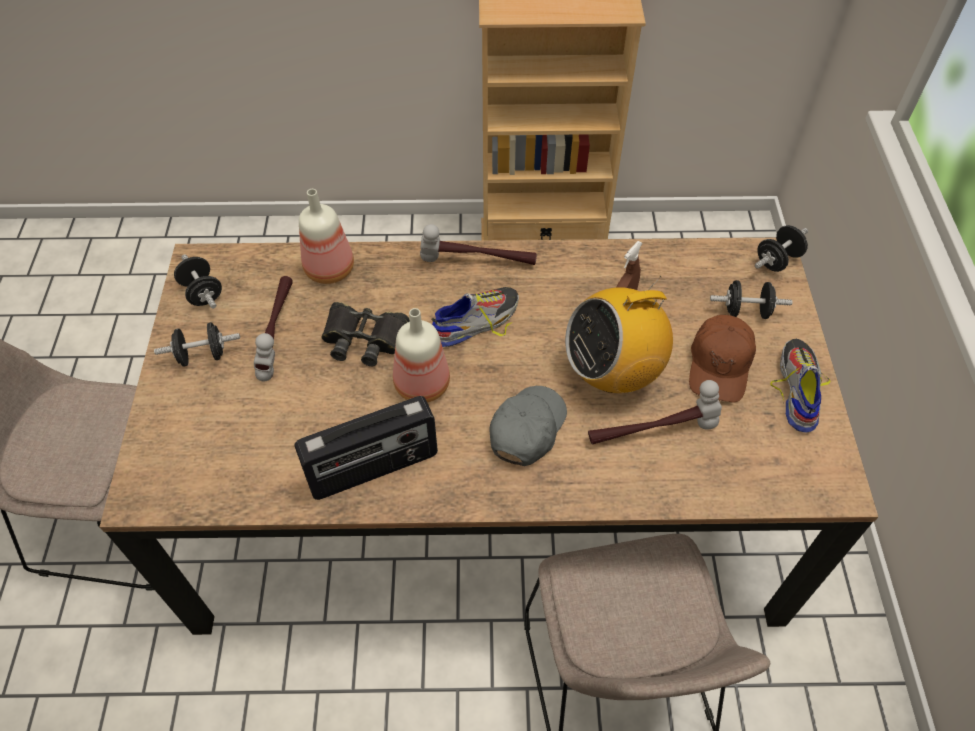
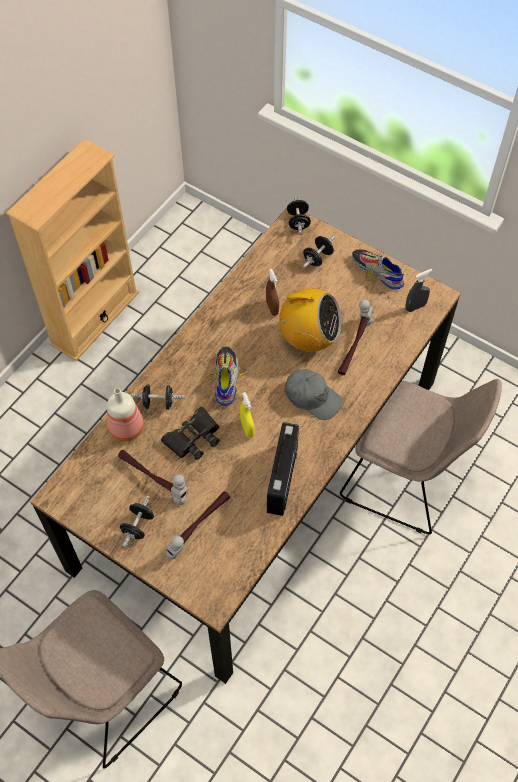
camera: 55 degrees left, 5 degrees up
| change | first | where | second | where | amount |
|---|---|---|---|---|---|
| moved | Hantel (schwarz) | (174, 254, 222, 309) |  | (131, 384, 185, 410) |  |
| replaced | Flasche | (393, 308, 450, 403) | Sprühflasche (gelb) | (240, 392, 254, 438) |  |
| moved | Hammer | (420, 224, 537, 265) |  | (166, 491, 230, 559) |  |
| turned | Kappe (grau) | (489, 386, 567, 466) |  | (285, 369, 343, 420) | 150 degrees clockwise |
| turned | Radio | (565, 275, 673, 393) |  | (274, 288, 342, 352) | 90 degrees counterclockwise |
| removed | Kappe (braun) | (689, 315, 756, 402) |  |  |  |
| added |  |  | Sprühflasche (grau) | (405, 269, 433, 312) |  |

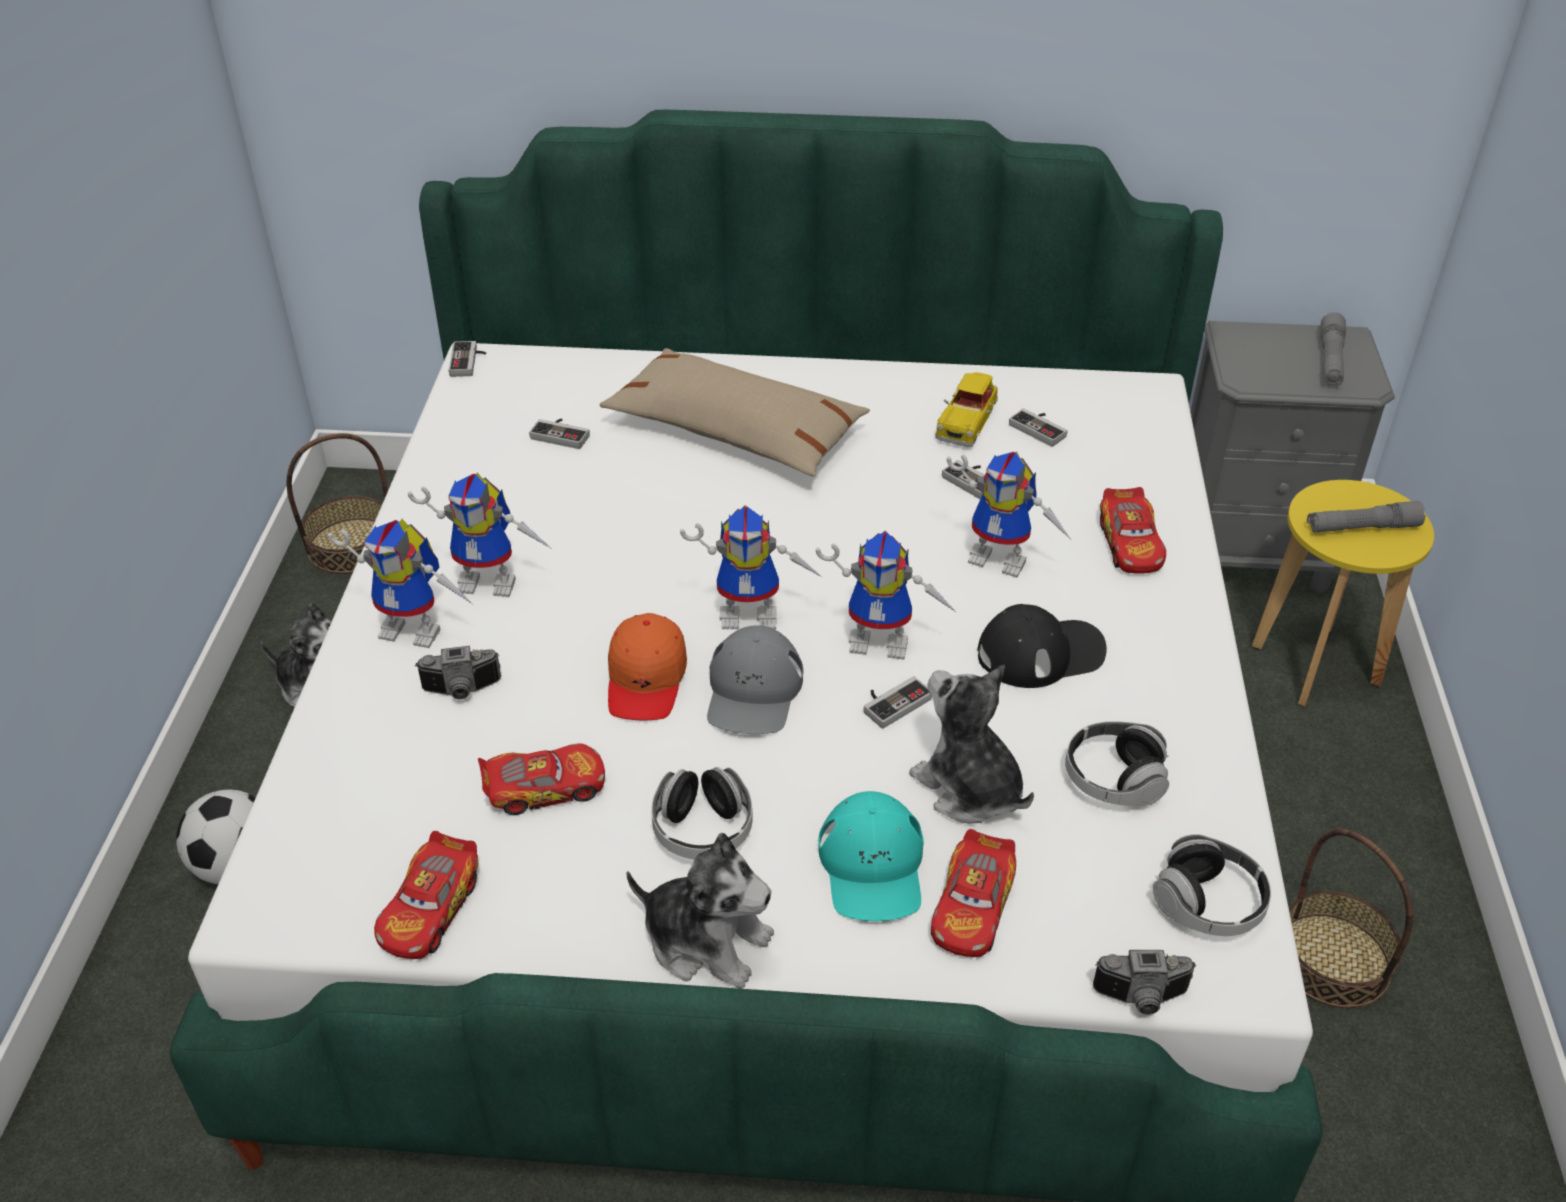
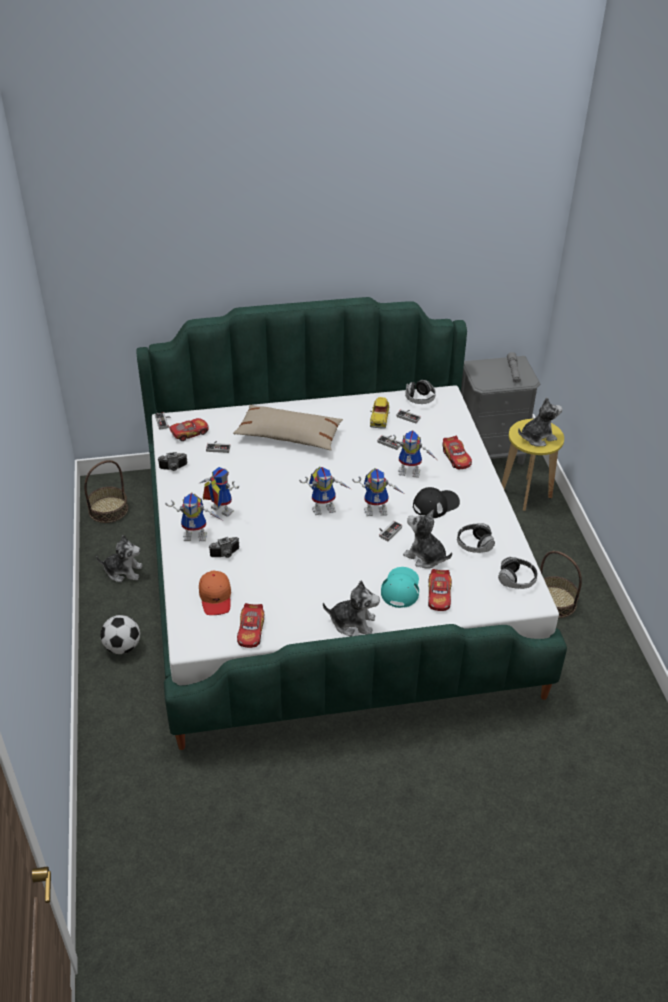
camera: 15 degrees left, 0 degrees up
| change | first | where | second | where | amount |
|---|---|---|---|---|---|
| turned | Spielzeugroboter | (408, 473, 552, 597) |  | (200, 467, 239, 517) | 135 degrees counterclockwise |
| moved | Spielzeugauto | (478, 743, 605, 815) |  | (168, 418, 209, 441) |  |
| moved | Kappe (orange) | (608, 613, 687, 720) |  | (199, 571, 231, 615) |  |
| moved | Kopfhörer | (651, 767, 753, 859) |  | (405, 380, 436, 404) |  |
| removed | Kappe (grau) | (707, 625, 803, 734) |  |  |  |
| turned | Kappe (türkis) | (818, 791, 924, 921) |  | (381, 567, 419, 608) | 150 degrees counterclockwise |
| moved | Kamera | (1093, 950, 1196, 1015) |  | (157, 452, 187, 471) |  |
| replaced | Taschenlampe (grau) | (1307, 501, 1425, 532) | Plüschtier | (518, 397, 562, 446) |  |

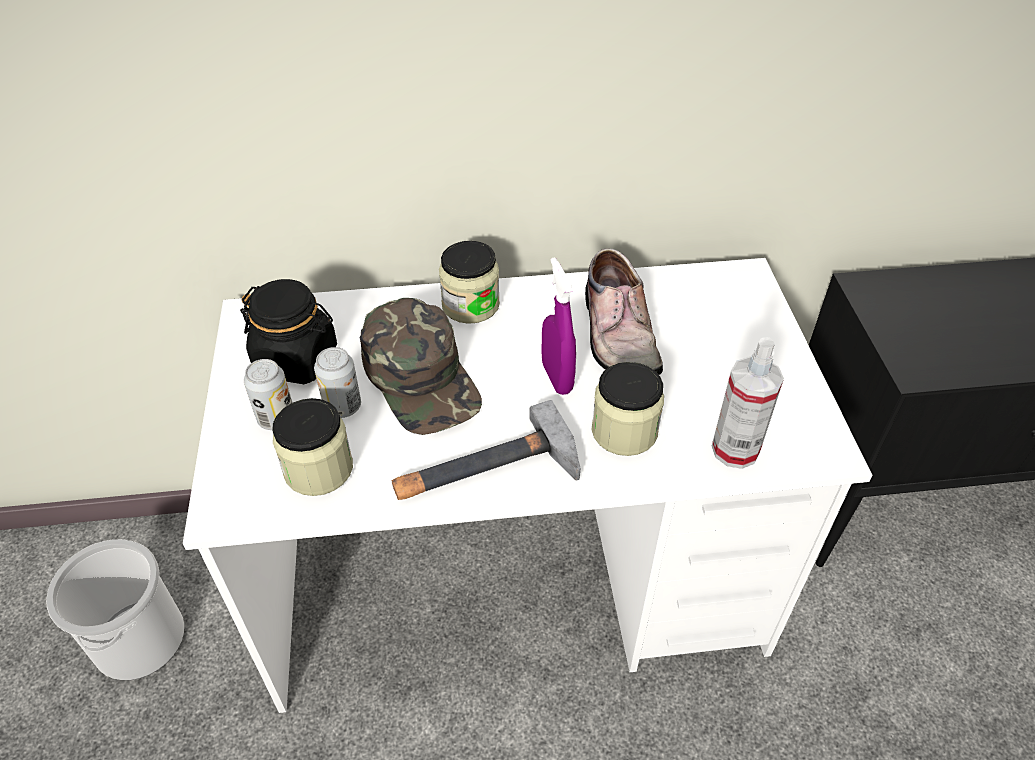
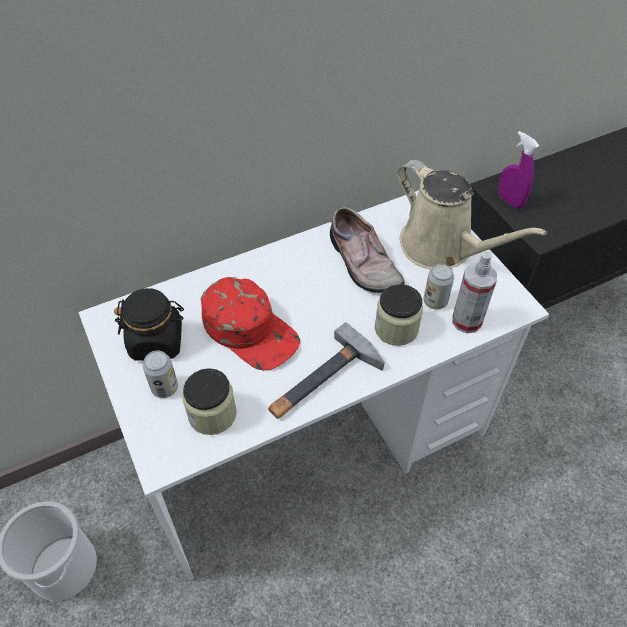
camera: 20 degrees left, 5 degrees up
| change | first | where | second | where | amount |
|---|---|---|---|---|---|
| moved | Dose | (314, 347, 361, 418) |  | (424, 264, 454, 310) |  |
| recoloured | Kappe (grün) | (360, 298, 482, 435) | Kappe (rot) | (201, 277, 300, 370) |  |
| removed | Vorratsglas | (439, 241, 500, 324) |  |  |  |
| moved | Sprühflasche (lila) | (541, 257, 576, 395) |  | (498, 131, 539, 209) |  |
| added |  |  | Gießkanne (beige) | (397, 160, 547, 270) |  |

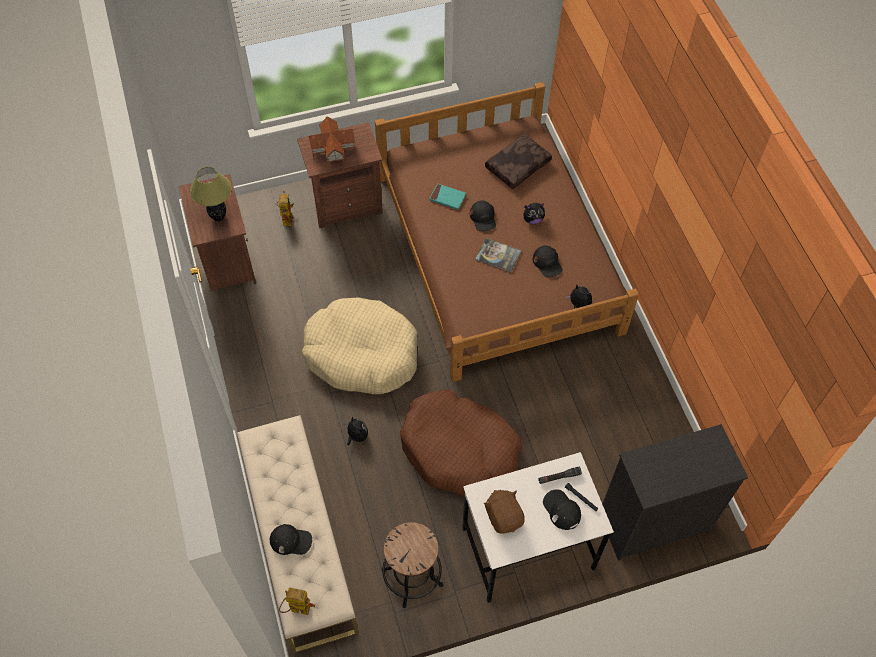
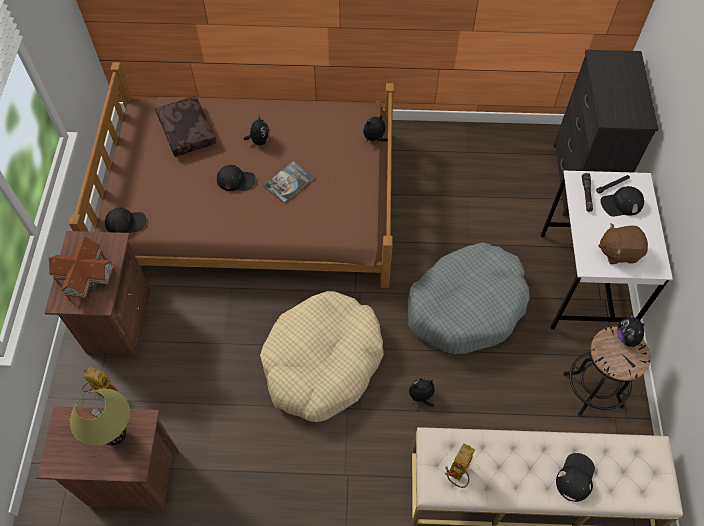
camera: 70 degrees left, 0 degrees up
| change | first | where | second | where | amount |
|---|---|---|---|---|---|
| moved | Spielzeugroboter | (279, 588, 315, 615) |  | (445, 443, 475, 488) |  |
| recoloured | Hundebett (braun) | (400, 389, 522, 496) | Hundebett (grau) | (408, 242, 530, 354) |  |
| removed | Buch (türkis) | (429, 184, 466, 210) |  |  |  |
| moved | Kappe (schwarz) | (533, 246, 563, 277) |  | (105, 208, 146, 233) |  |
| added |  |  | Plüschtier | (617, 314, 644, 347) |  |

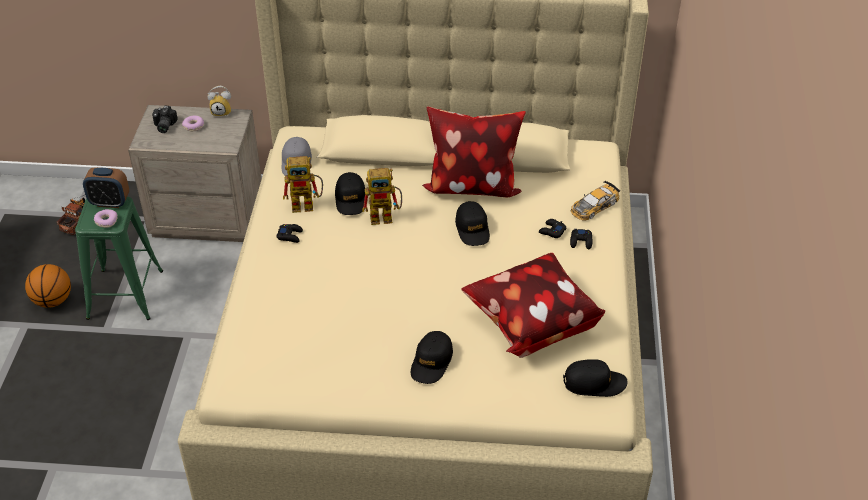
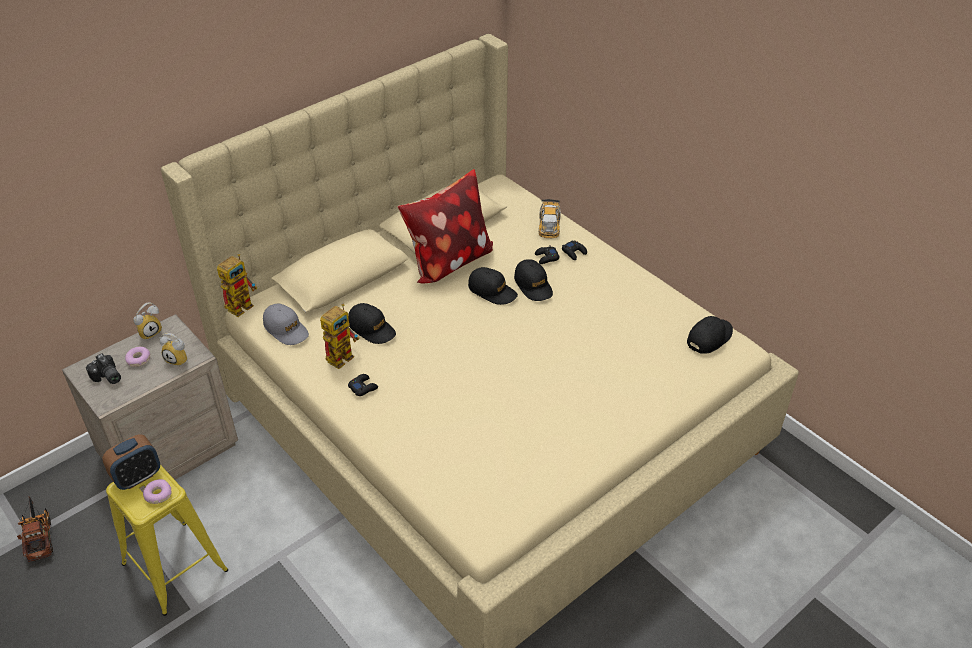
camera: 45 degrees left, 0 degrees up
| change | first | where | second | where | amount |
|---|---|---|---|---|---|
| removed | Basketball | (25, 264, 71, 308) |  |  |  |
| recoloured | Hocker (grün) | (75, 197, 163, 320) | Hocker (gelb) | (106, 464, 228, 616) |  |
| moved | Spielzeugroboter | (362, 168, 402, 225) |  | (217, 254, 257, 317) |  |
| moved | Kappe (schwarz) | (411, 331, 453, 384) |  | (514, 259, 553, 301) |  |
| removed | Kissen | (461, 253, 605, 358) |  |  |  |
| added |  |  | Wecker | (160, 333, 188, 366) |  |

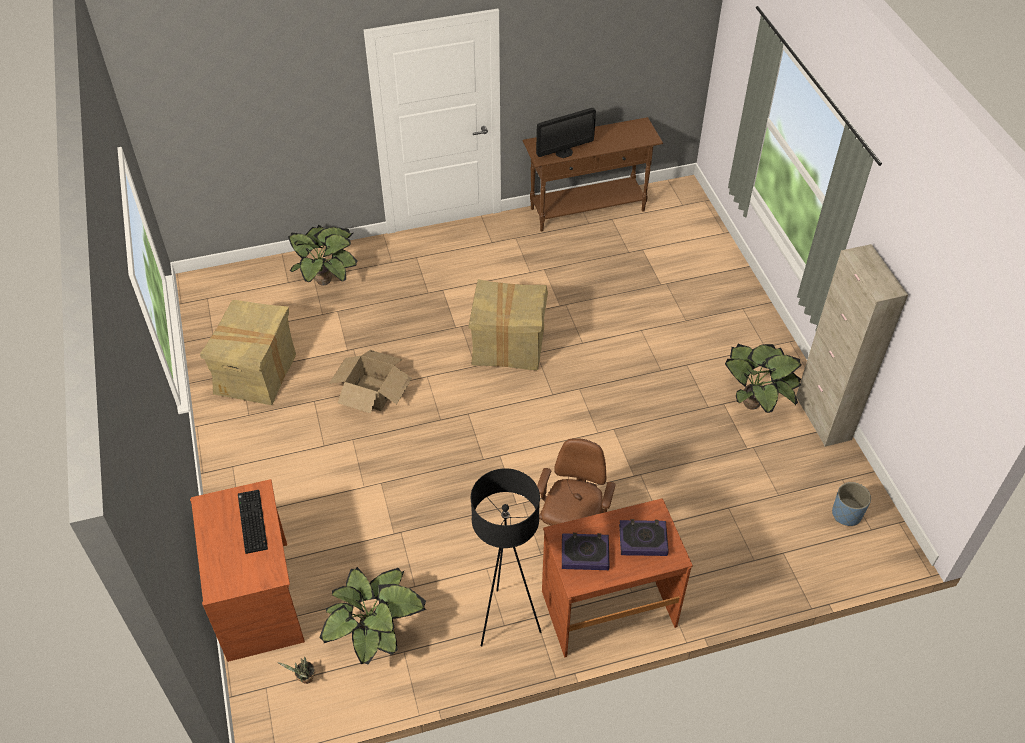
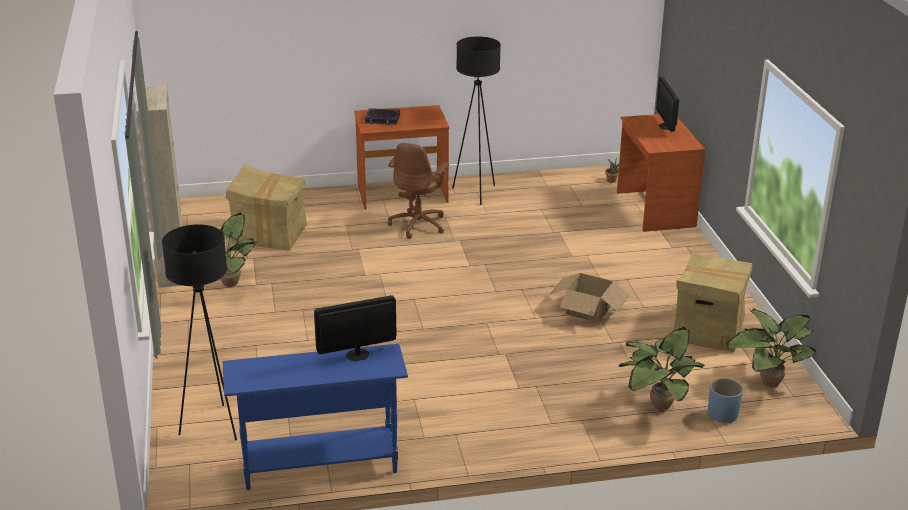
camera: 175 degrees left, 20 degrees down
| change | first | where | second | where | amount |
|---|---|---|---|---|---|
| removed | Tastatur | (238, 490, 268, 554) |  |  |  |
| moved | Topfpflanze | (319, 567, 426, 665) |  | (726, 308, 817, 387) |  |
| moved | Karton | (468, 279, 548, 370) |  | (226, 164, 307, 251) |  |
| recoloured | Konsolentisch (braun) | (523, 117, 663, 231) | Konsolentisch (blau) | (223, 344, 408, 490) |  |
| removed | Buch | (562, 533, 610, 570) |  |  |  |
| moved | Pflanzkübel (blau) | (832, 482, 871, 526) |  | (708, 378, 743, 423) |  |
| added |  |  | Stehlampe (schwarz) | (162, 224, 237, 441) |  |
| added |  |  | Monitor | (656, 77, 679, 132) |  |

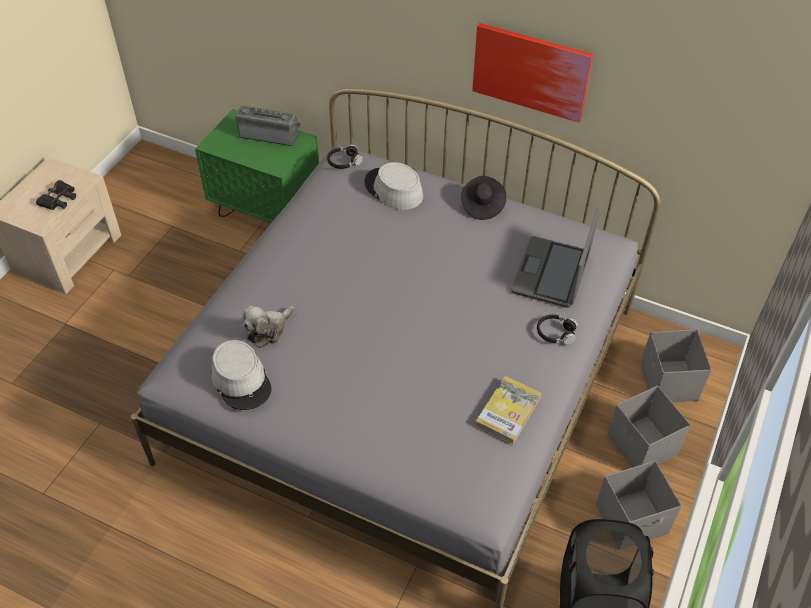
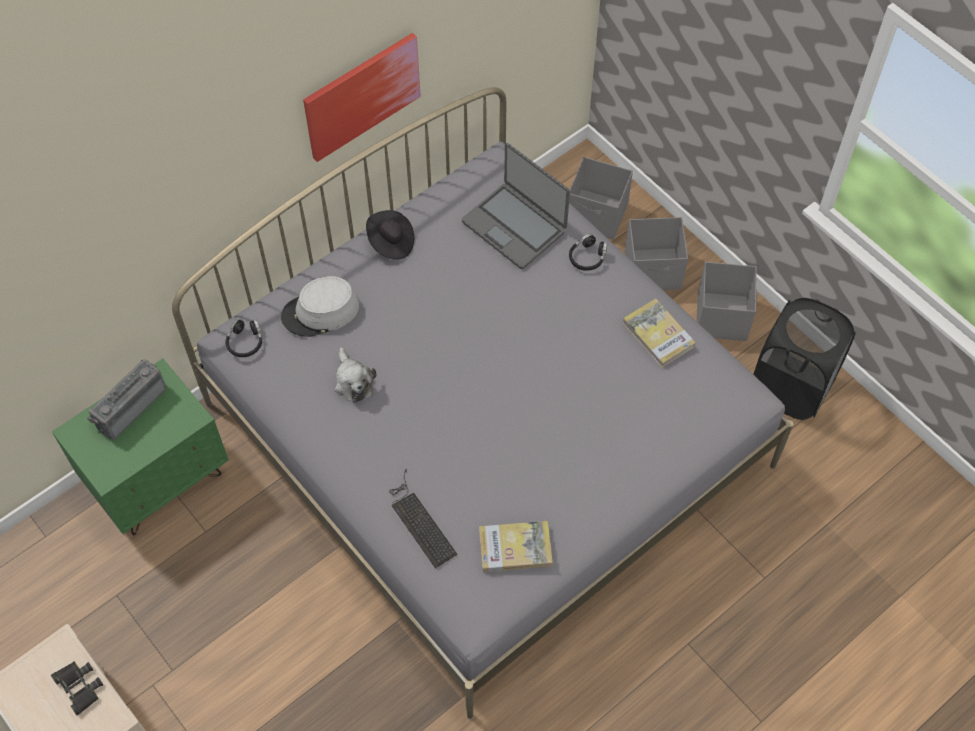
camera: 65 degrees left, 10 degrees up
| change | first | where | second | where | amount |
|---|---|---|---|---|---|
| replaced | Hut (grau) | (212, 340, 272, 410) | Buch | (479, 521, 553, 572) |  |
| moved | Plüschtier | (243, 306, 294, 348) |  | (335, 347, 376, 403) |  |
| added |  |  | Tastatur | (389, 469, 457, 568) |  |

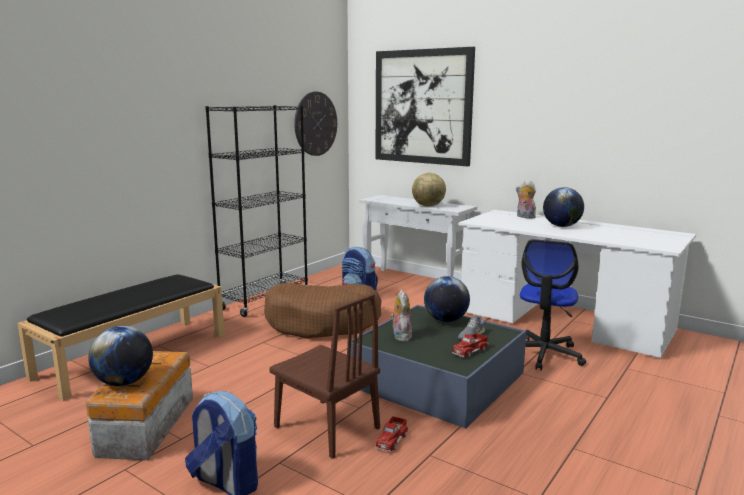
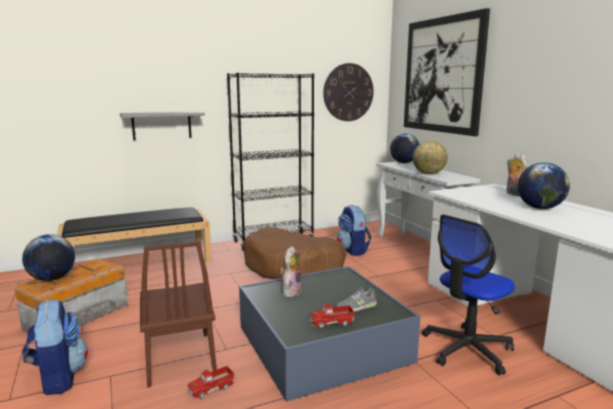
camera: 30 degrees right, 0 degrees up
| change | first | where | second | where | amount |
|---|---|---|---|---|---|
| moved | Globus | (424, 276, 470, 322) |  | (390, 134, 419, 163) |  |
| added |  |  | Wandregal (grau) | (120, 111, 205, 140) |  |

